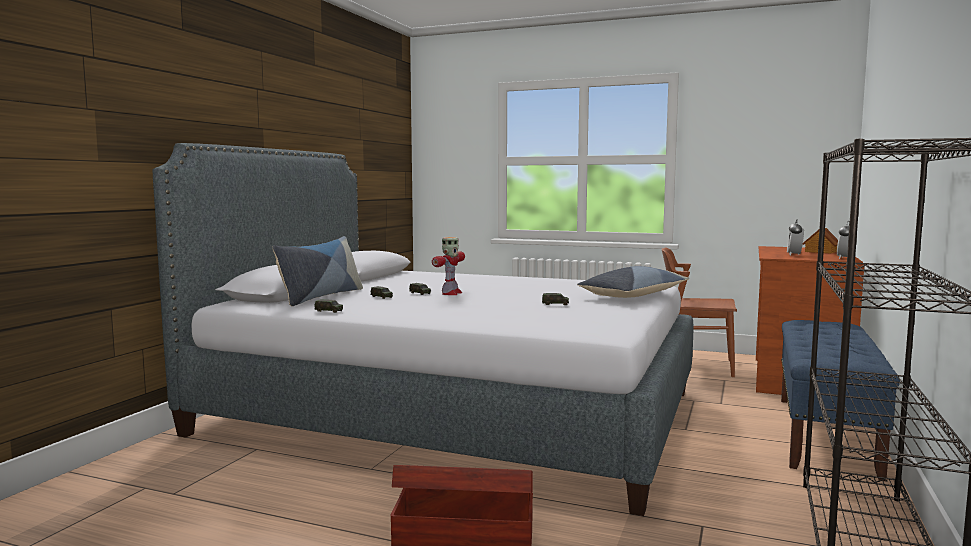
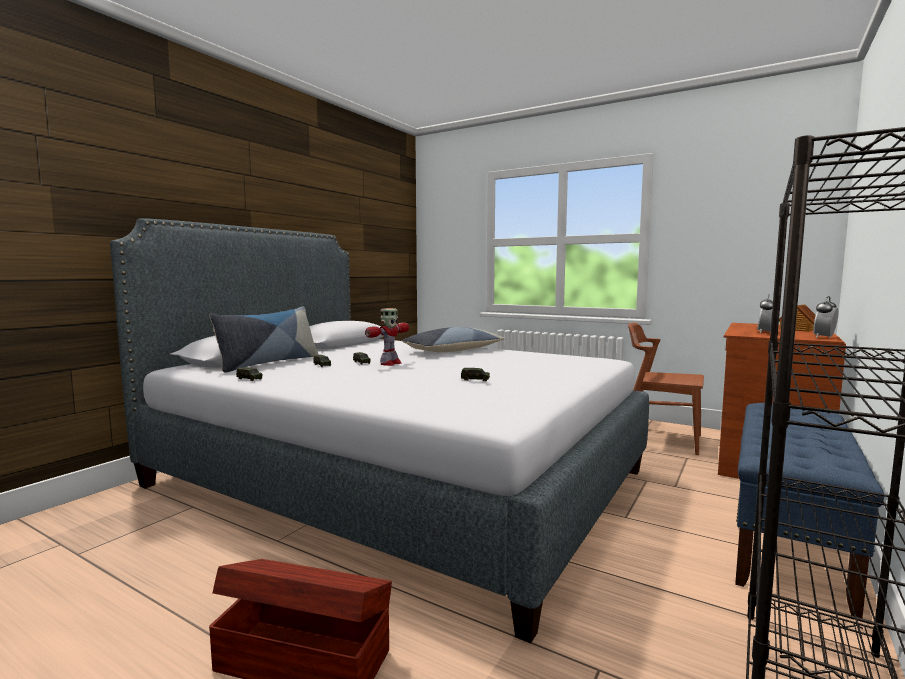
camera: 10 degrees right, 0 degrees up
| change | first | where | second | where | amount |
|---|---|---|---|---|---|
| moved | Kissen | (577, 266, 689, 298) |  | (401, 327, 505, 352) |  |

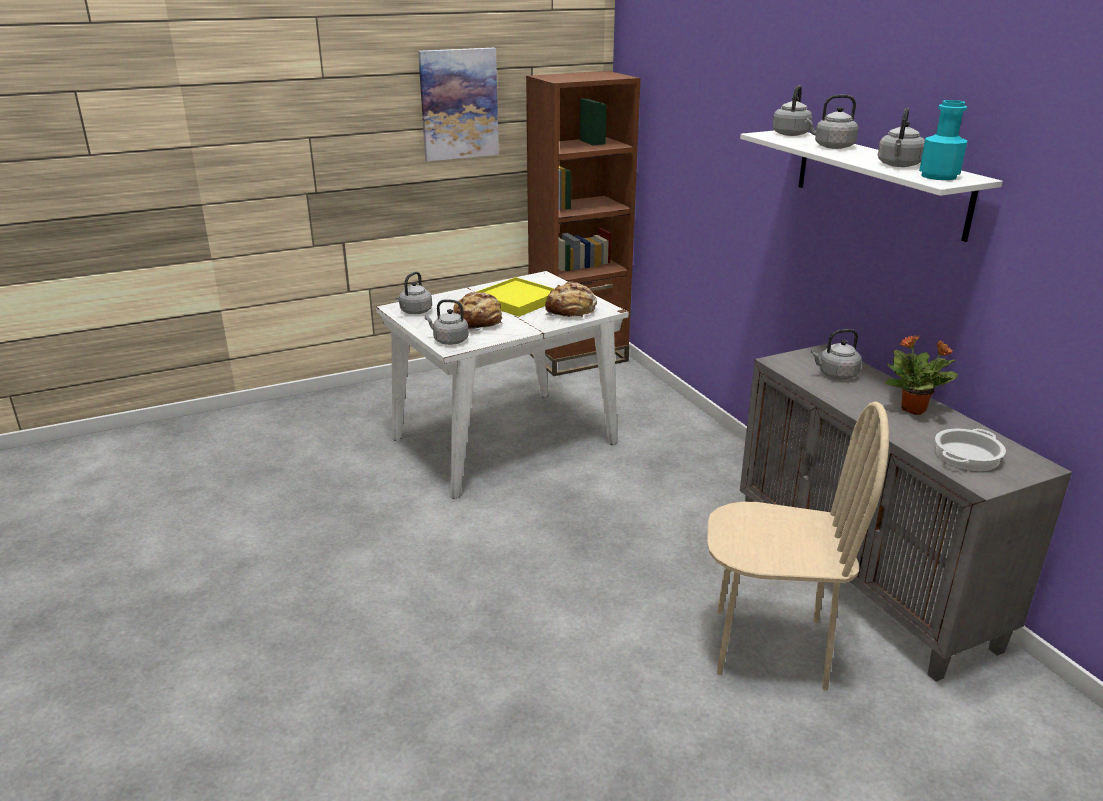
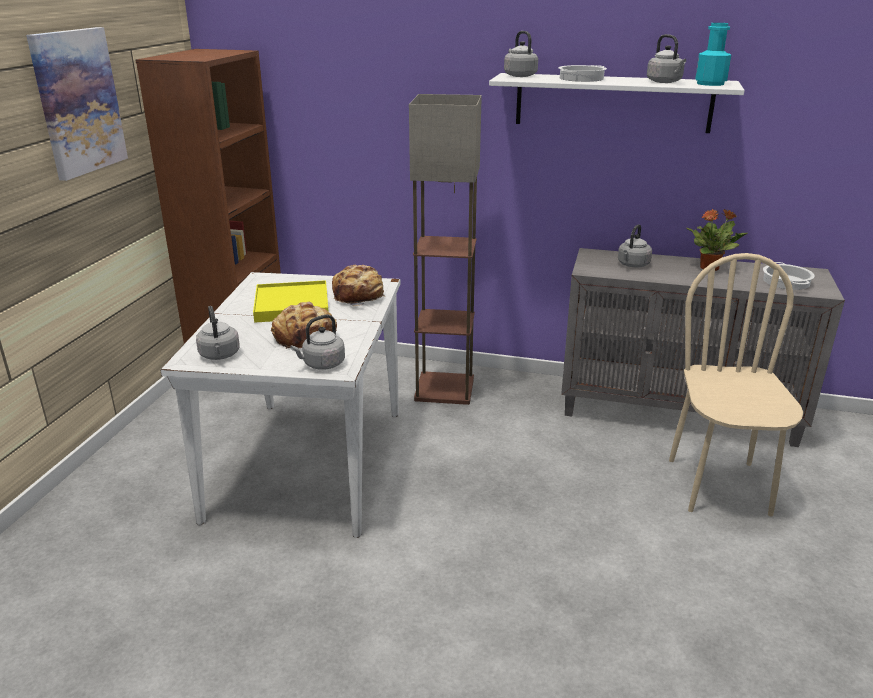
camera: 50 degrees left, 0 degrees up
| change | first | where | second | where | amount |
|---|---|---|---|---|---|
| turned | Stuhl (beige) | (707, 402, 889, 691) |  | (669, 253, 803, 517) | 45 degrees counterclockwise |
| replaced | Wasserkessel (grau) | (805, 95, 858, 149) | Kochtopf | (558, 65, 607, 82) |  |
| added |  |  | Stehlampe | (409, 94, 482, 405) |  |

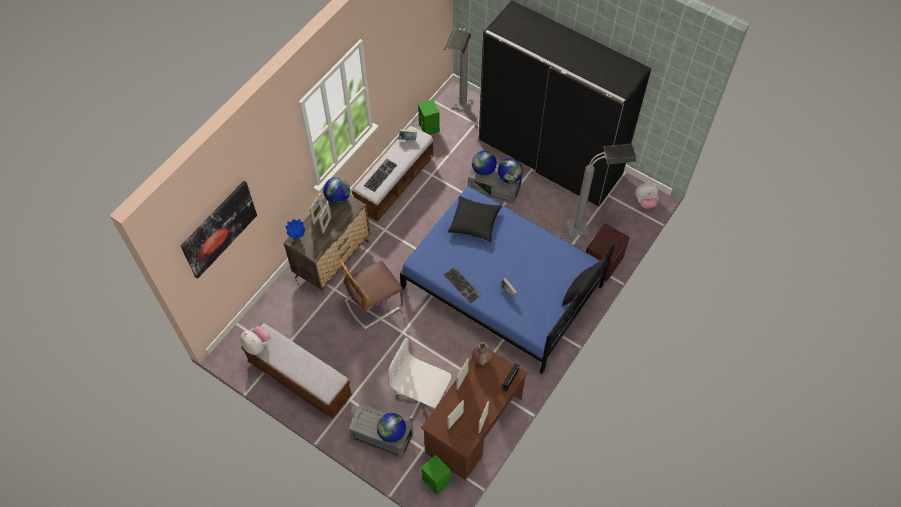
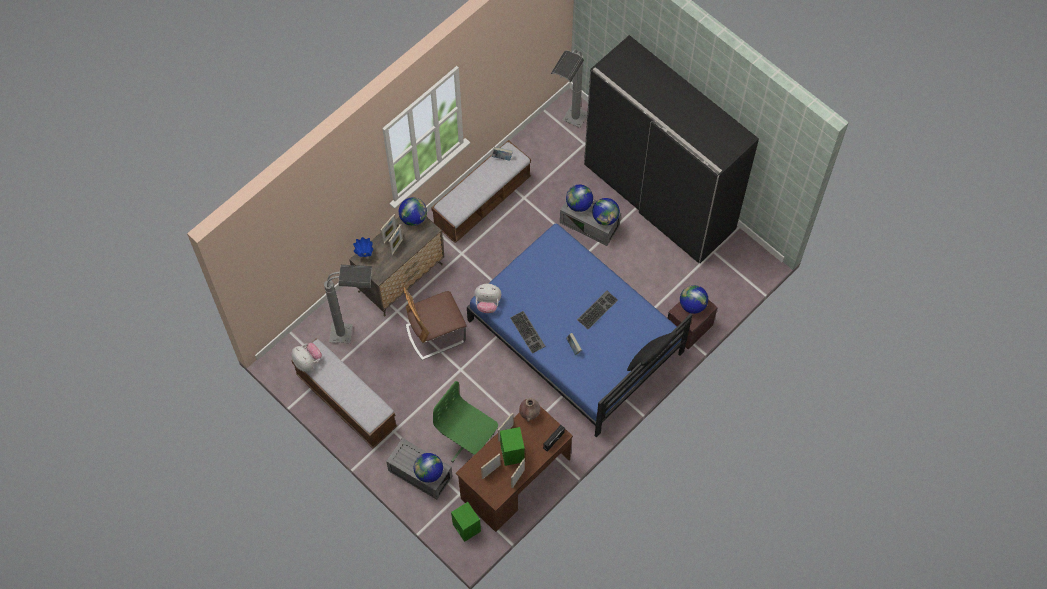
camera: 10 degrees right, 5 degrees up
| change | first | where | second | where | amount |
|---|---|---|---|---|---|
| removed | Bild | (181, 181, 257, 279) |  |  |  |
| moved | Tastatur | (364, 159, 397, 192) |  | (577, 291, 618, 329) |  |
| recoloured | Bürostuhl (weiß) | (389, 338, 451, 420) | Bürostuhl (grün) | (433, 381, 498, 463) |  |
| moved | Lautsprecher (grün) | (418, 99, 440, 135) |  | (500, 427, 525, 466) |  |
| removed | Kissen (schwarz) | (448, 196, 502, 242) |  |  |  |
| moved | Stehlampe (grau) | (567, 144, 636, 236) |  | (324, 265, 373, 343) |  |
| moved | Plüschtier | (635, 183, 659, 209) |  | (475, 284, 501, 313) |  |
| added |  |  | Globus | (680, 285, 708, 314) |  |

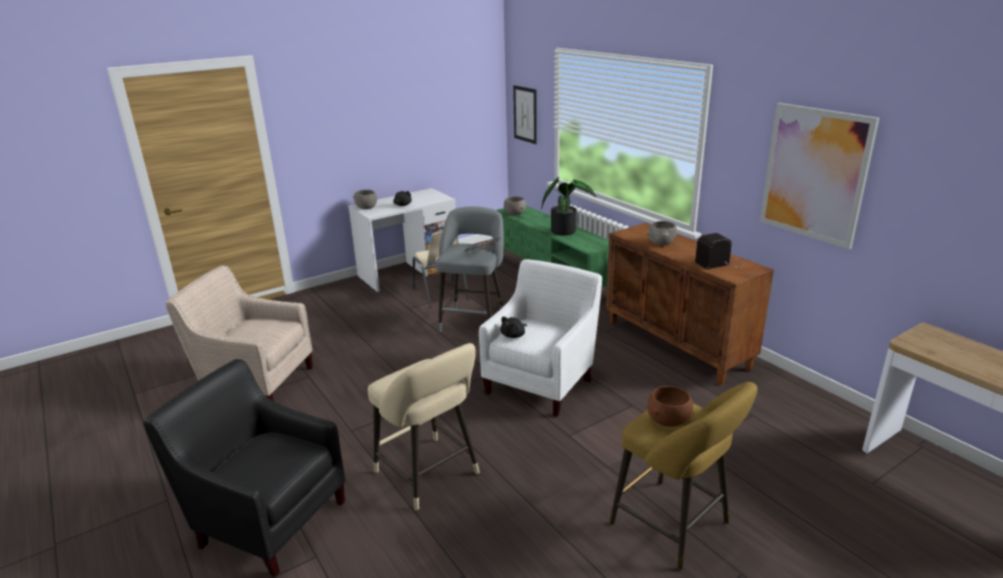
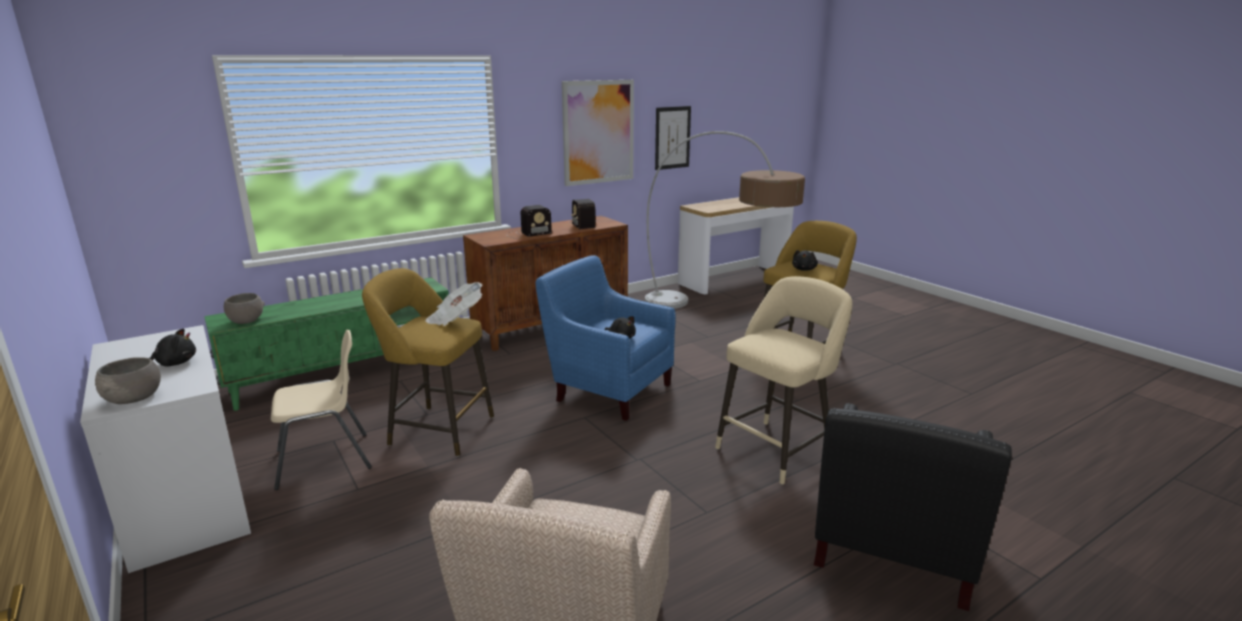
camera: 90 degrees left, 5 degrees down
| change | first | where | second | where | amount |
|---|---|---|---|---|---|
| recoloured | Hocker (grau) | (436, 206, 504, 332) | Hocker (gelb) | (362, 268, 494, 457) |  |
| recoloured | Sessel (weiß) | (479, 259, 602, 417) | Sessel (blau) | (535, 255, 676, 421) |  |
| moved | Bild | (513, 85, 537, 144) |  | (655, 106, 691, 170) |  |
| removed | Topfpflanze | (541, 177, 596, 235) |  |  |  |
| replaced | Schüssel (grau) | (647, 221, 677, 245) | Radio | (506, 205, 552, 238) |  |
| replaced | Schüssel (braun) | (648, 386, 693, 427) | Plüschtier (schwarz) | (792, 250, 818, 271) |  |
| added |  |  | Stehlampe | (645, 131, 805, 309) |  |

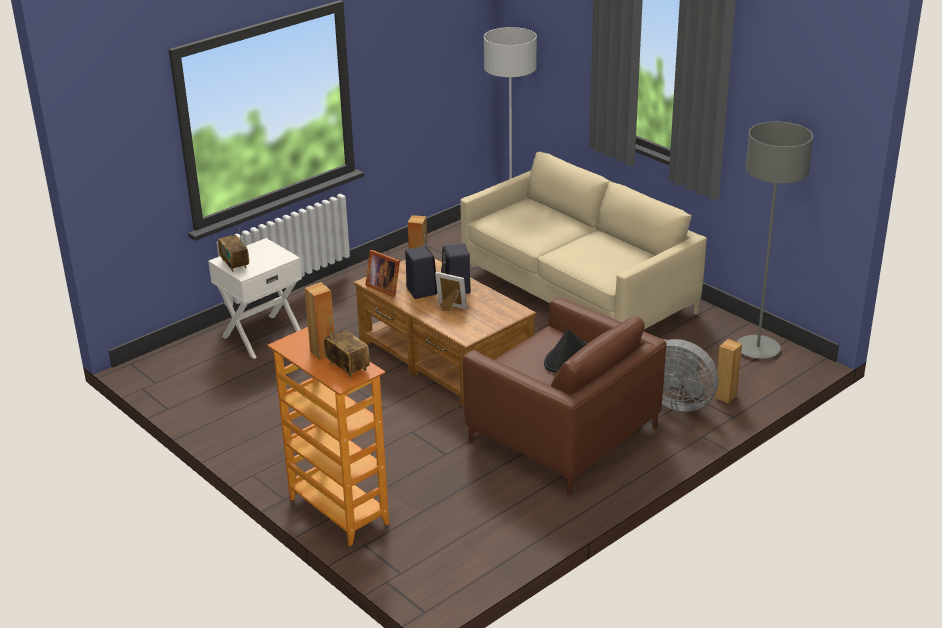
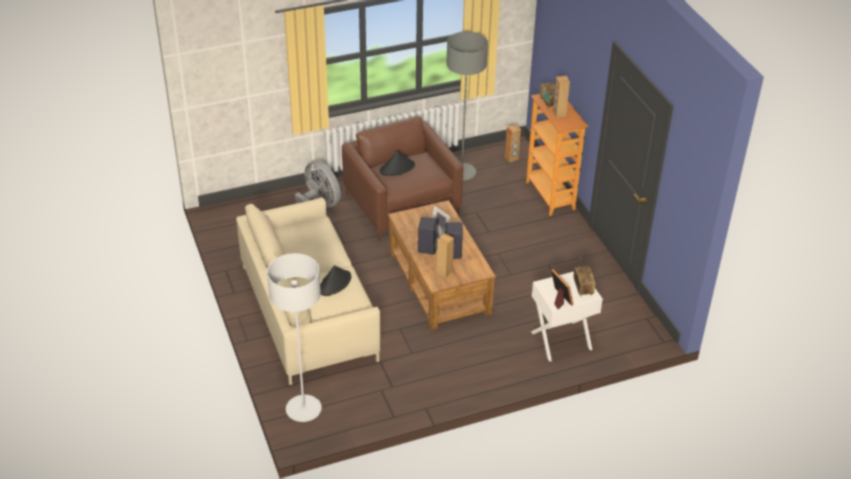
camera: 160 degrees left, 10 degrees up
| change | first | where | second | where | amount |
|---|---|---|---|---|---|
| moved | Bilderrahmen | (365, 250, 400, 297) |  | (551, 269, 574, 309) |  |
| moved | Lautsprecher (braun) | (715, 339, 742, 404) |  | (505, 124, 521, 163) |  |
| moved | Stehlampe (grau) | (737, 122, 813, 359) |  | (446, 31, 488, 180) |  |
| added |  |  | Hut (schwarz) | (320, 265, 352, 296) |  |

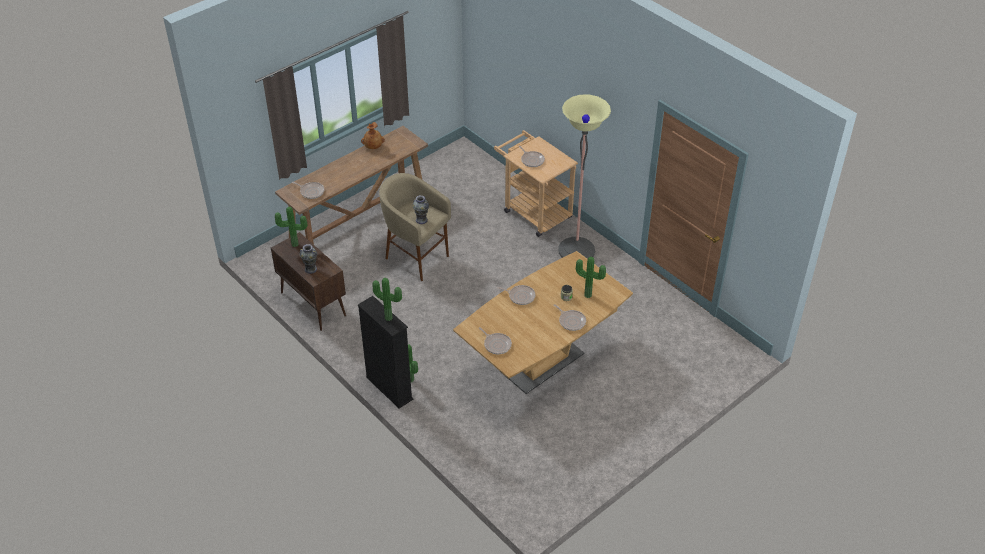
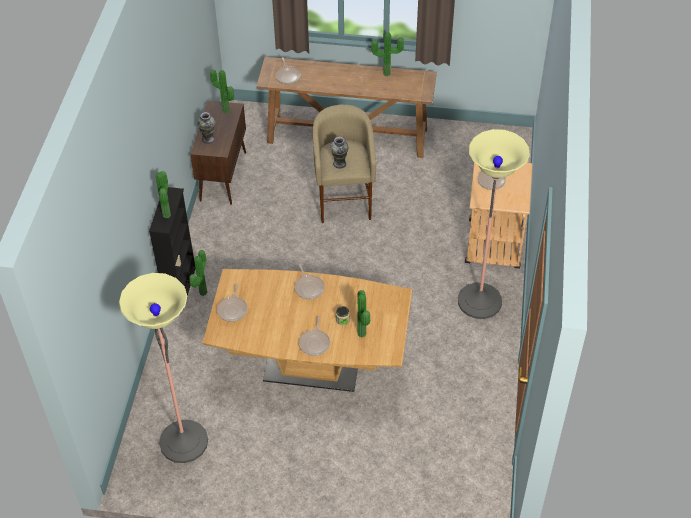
camera: 50 degrees right, 5 degrees up
| change | first | where | second | where | amount |
|---|---|---|---|---|---|
| replaced | Vase (braun) | (361, 122, 385, 149) | Topfpflanze | (371, 32, 404, 76) |  |
| added |  |  | Stehlampe | (119, 273, 208, 463) |  |

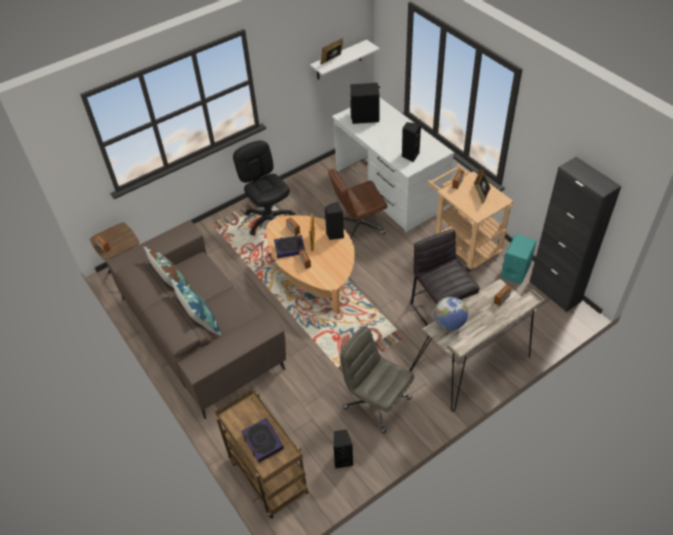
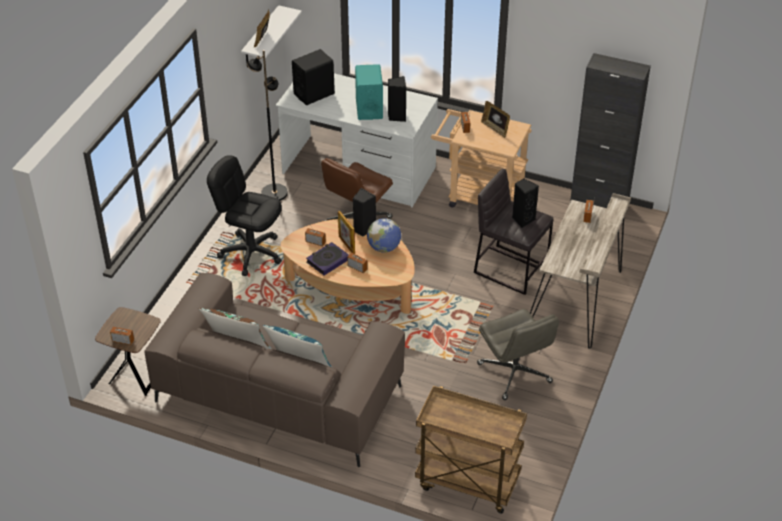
camera: 35 degrees left, 5 degrees down
| change | first | where | second | where | amount |
|---|---|---|---|---|---|
| removed | Buch | (241, 418, 284, 463) |  |  |  |
| moved | Lautsprecher (schwarz) | (333, 430, 354, 469) |  | (512, 179, 539, 228) |  |
| turned | Bürostuhl (grau) | (340, 326, 414, 433) |  | (477, 309, 559, 400) | 120 degrees counterclockwise |
| moved | Globus | (434, 297, 468, 330) |  | (367, 218, 401, 253) |  |
| moved | Lautsprecher (türkis) | (501, 234, 536, 284) |  | (355, 64, 383, 120) |  |
| added |  |  | Stehlampe (schwarz) | (247, 50, 288, 201) |  |

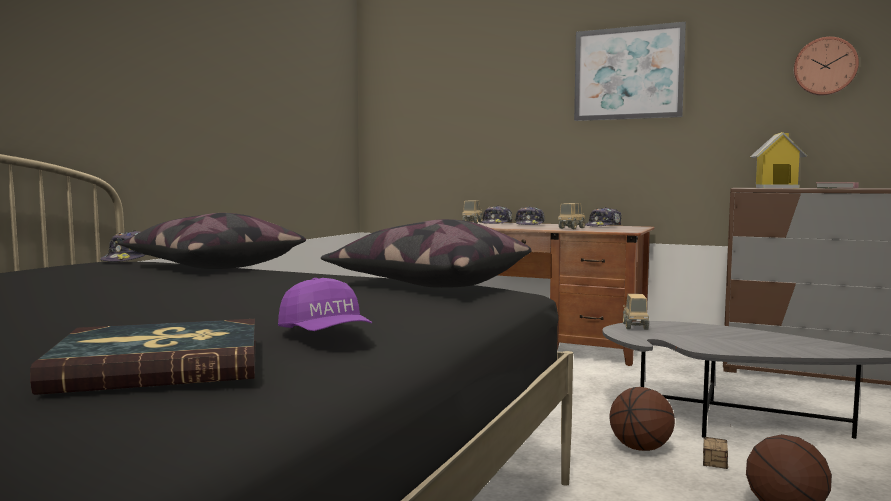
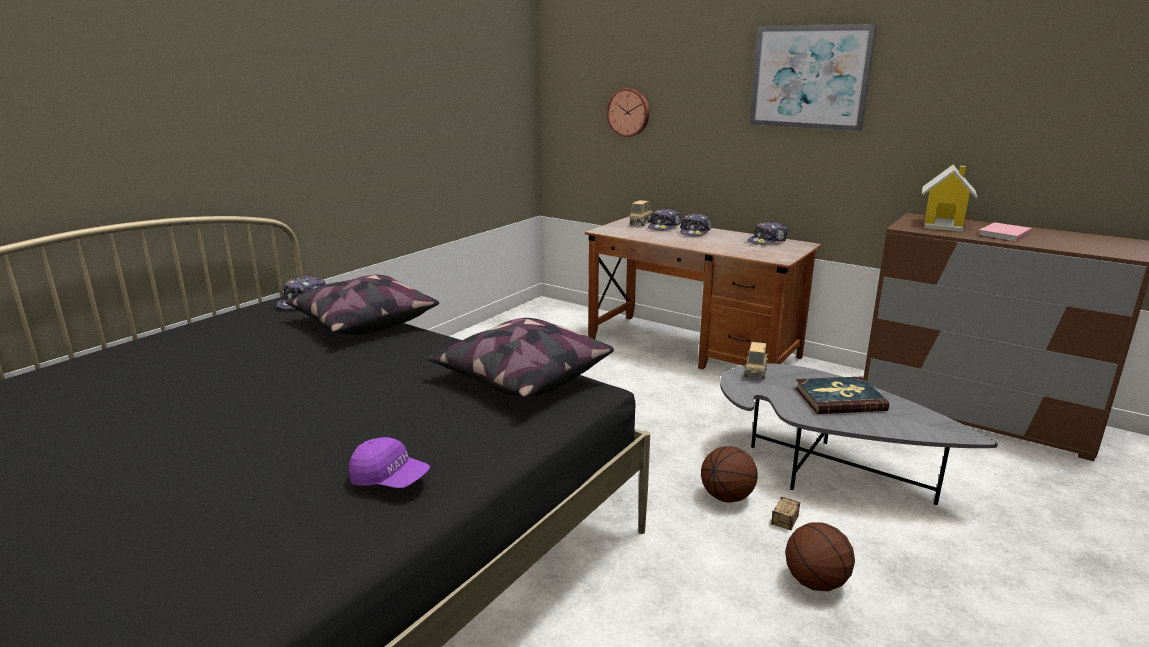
camera: 10 degrees right, 15 degrees up
| change | first | where | second | where | amount |
|---|---|---|---|---|---|
| moved | Buch | (30, 319, 256, 395) |  | (795, 377, 889, 414) |  |
| turned | Kappe (lila) | (278, 278, 372, 331) |  | (349, 437, 430, 488) | 45 degrees counterclockwise |
| removed | Spielzeuglaster | (558, 203, 585, 229) |  |  |  |
| moved | Wanduhr | (794, 37, 859, 95) |  | (607, 88, 650, 137) |  |

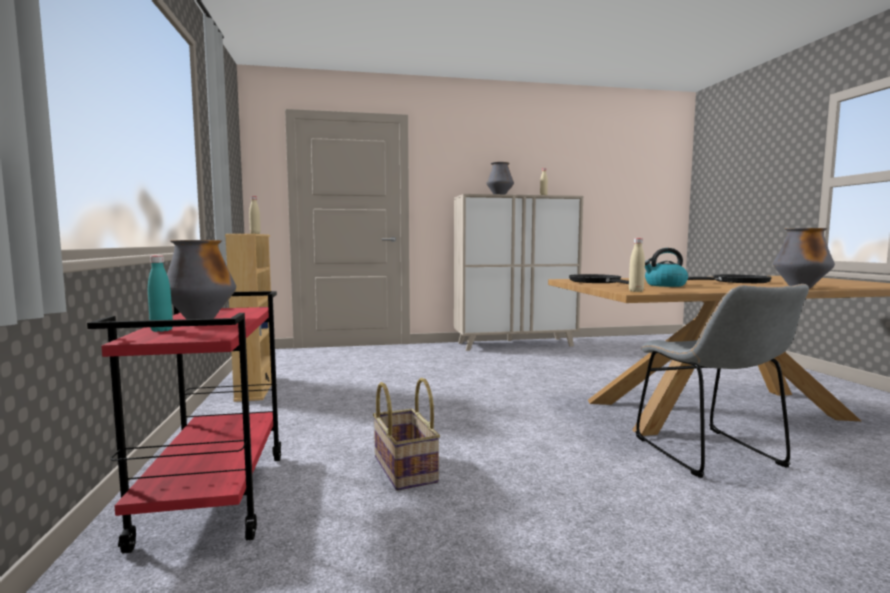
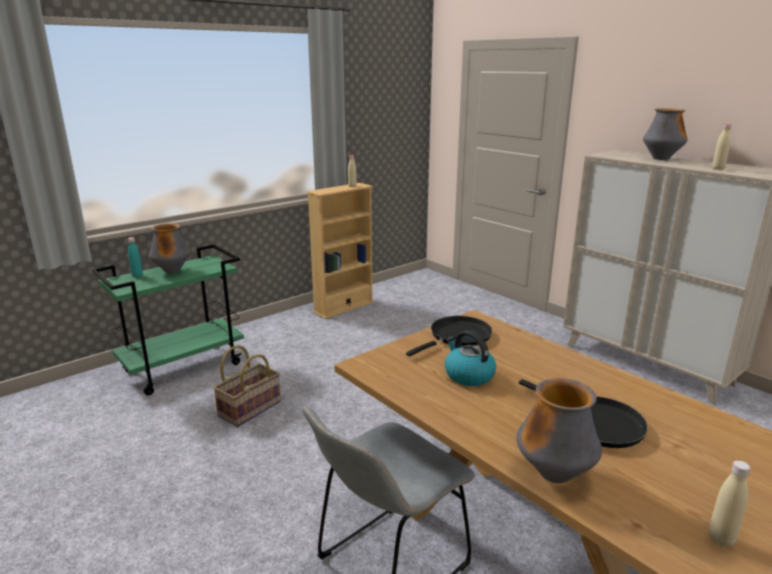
camera: 60 degrees right, 15 degrees up
| change | first | where | second | where | amount |
|---|---|---|---|---|---|
| recoloured | Rollwagen (rot) | (87, 291, 281, 553) | Rollwagen (grün) | (92, 244, 244, 396) |  |
| moved | Flasche (beige) | (629, 238, 645, 292) |  | (709, 460, 751, 547) |  |

